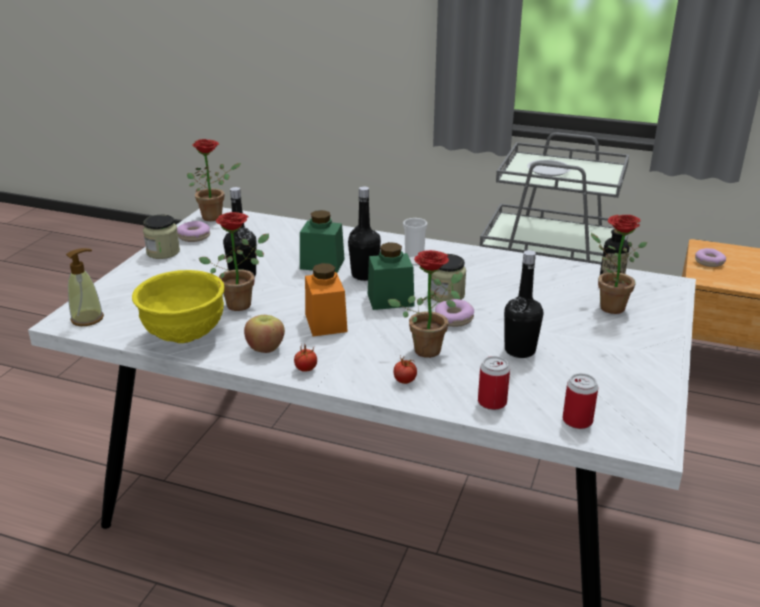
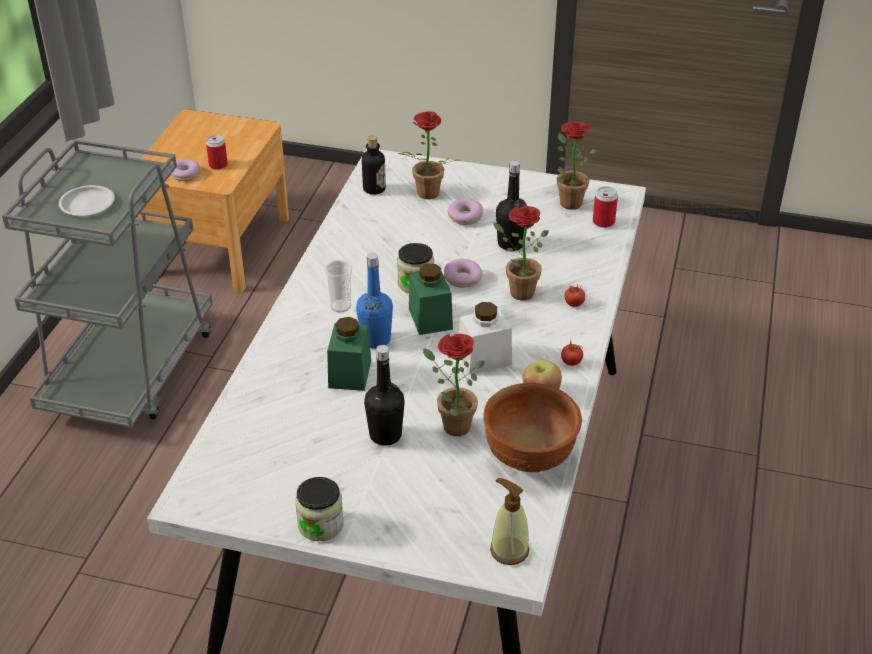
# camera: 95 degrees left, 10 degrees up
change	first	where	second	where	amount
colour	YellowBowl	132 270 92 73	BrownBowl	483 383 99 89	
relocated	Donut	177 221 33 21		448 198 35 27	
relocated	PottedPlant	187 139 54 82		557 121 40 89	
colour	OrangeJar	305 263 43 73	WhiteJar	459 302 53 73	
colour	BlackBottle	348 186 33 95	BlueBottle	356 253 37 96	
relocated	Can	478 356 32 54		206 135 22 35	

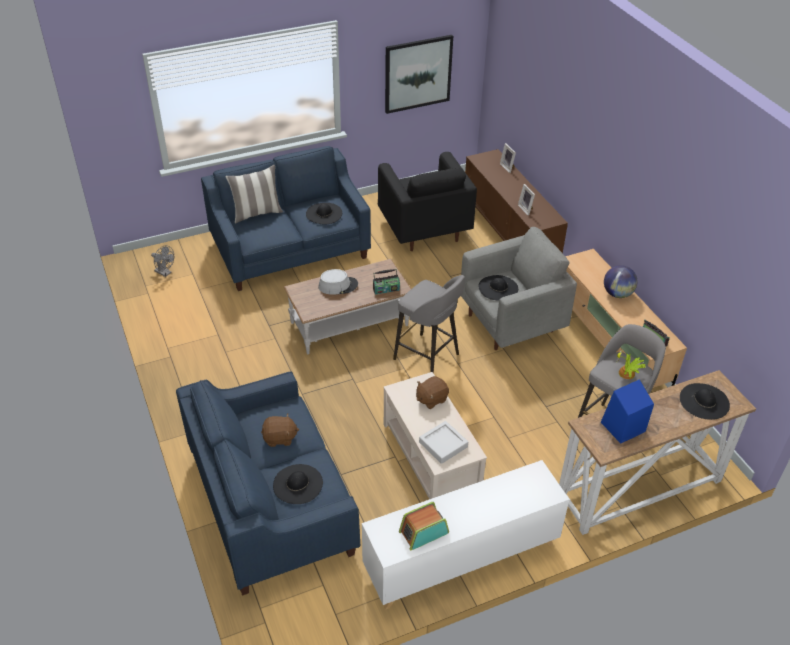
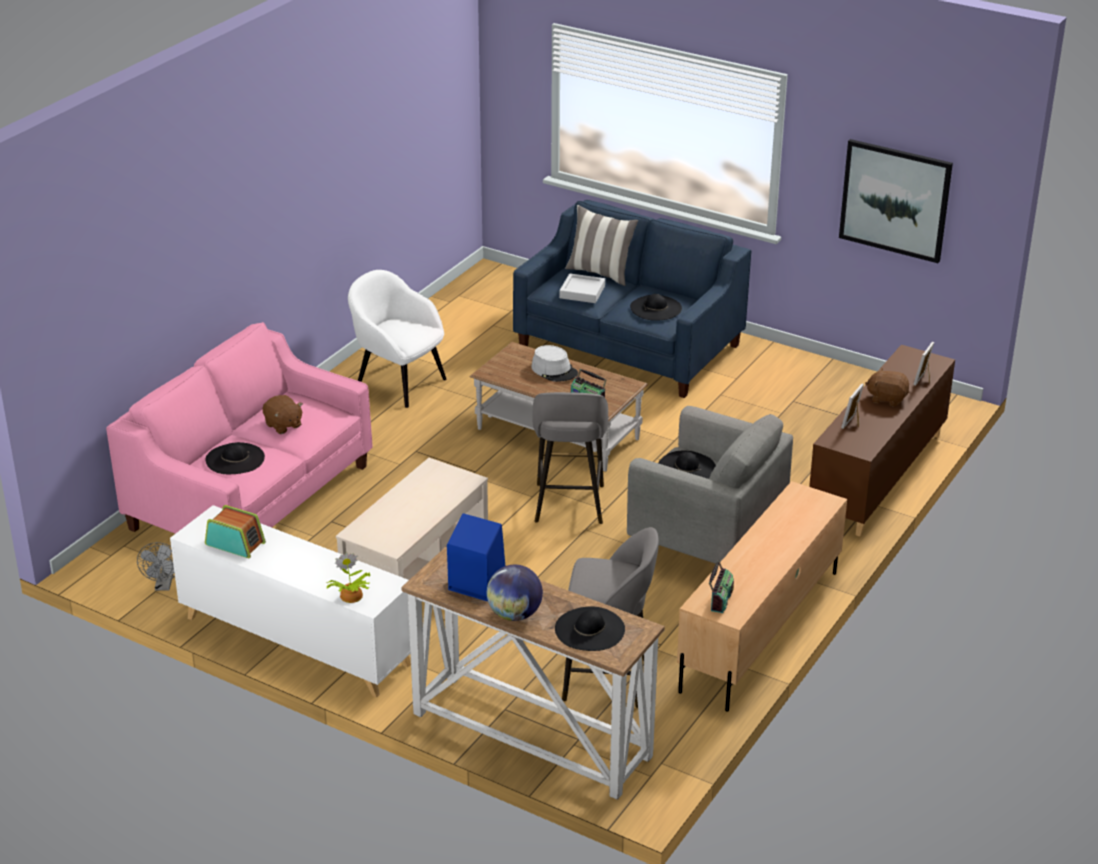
# camera: 55 degrees right, 10 degrees down
change	first	where	second	where	amount
relocated	GreyFan	151 245 23 32		137 542 38 49	
colour	BlueSofa	176 371 184 225	PinkSofa	106 322 267 212	
missing	BlackArmchair	378 152 99 99			
relocated	BrownPlushToy	416 376 33 33		865 368 44 39	
relocated	GreyTray	419 421 49 43		559 273 46 30	
relocated	Globe	604 265 34 33		487 565 56 56	
relocated	PottedPlant	617 347 29 32		326 552 44 51	
appeared			WhiteArmchair	348 270 99 138	

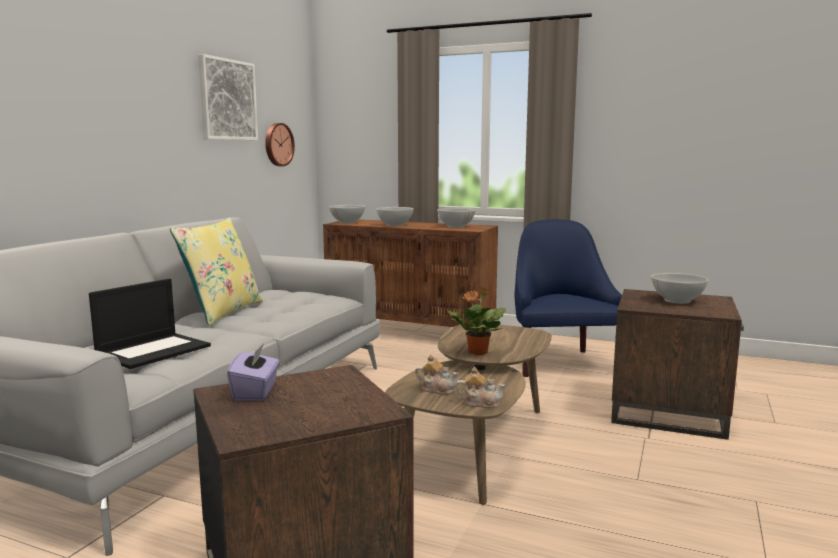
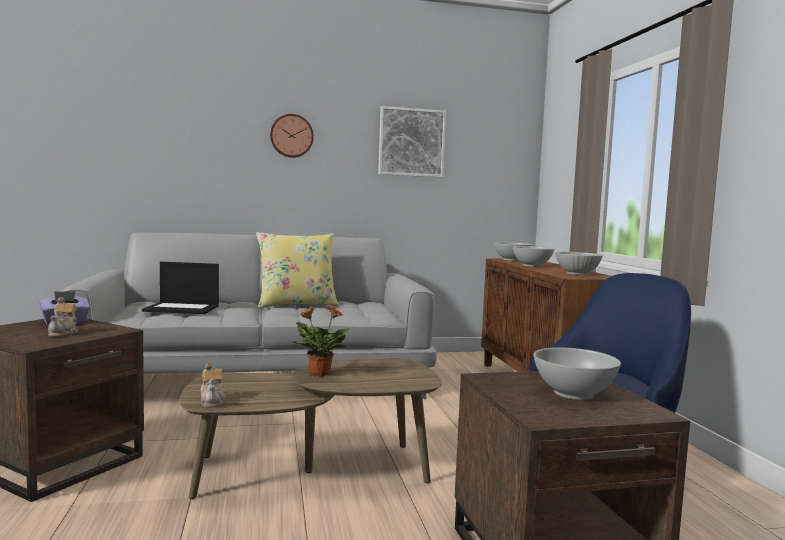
# camera: 55 degrees right, 5 degrees down
change	first	where	second	where	amount
relocated	WallClock	265 123 30 43		270 114 44 44	
relocated	Teapot	415 355 43 40		48 297 30 40	

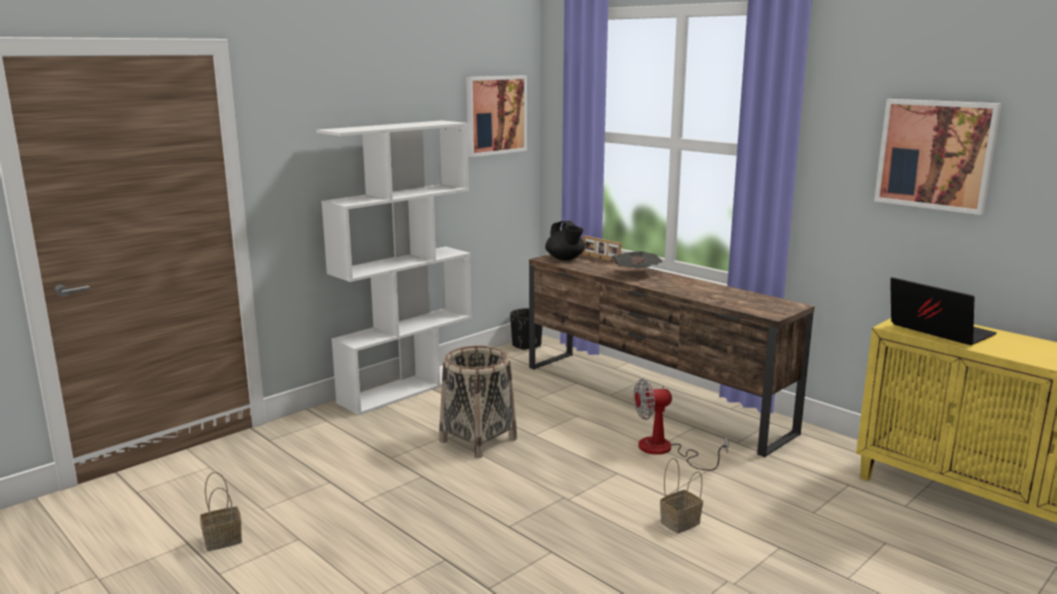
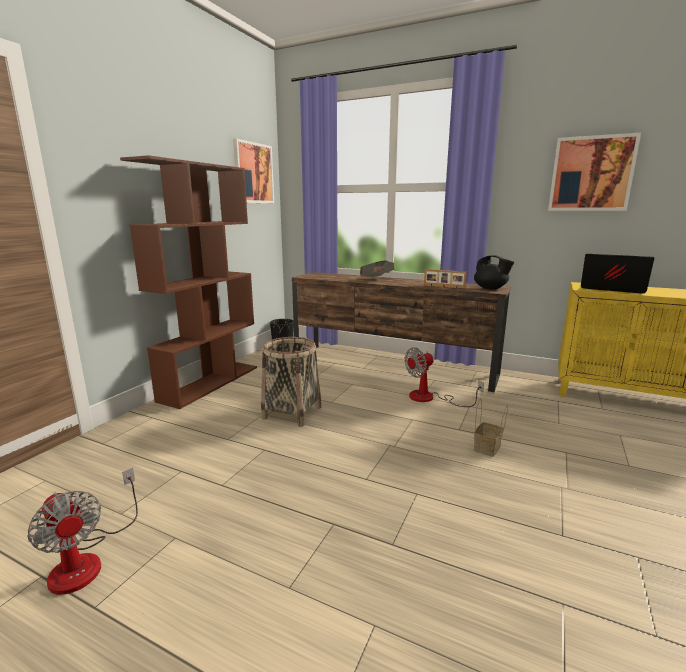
# camera: 20 degrees left, 0 degrees up
change	first	where	second	where	amount
exchanged	Basket	200 472 42 79	Fan	27 468 111 127	
colour	WhiteBookcase	316 121 156 294	BrownBookcase	120 155 137 254	
relocated	BlackTeapot	545 221 40 40		474 255 40 35	
relocated	PictureFrame	582 235 39 27		424 269 43 20	

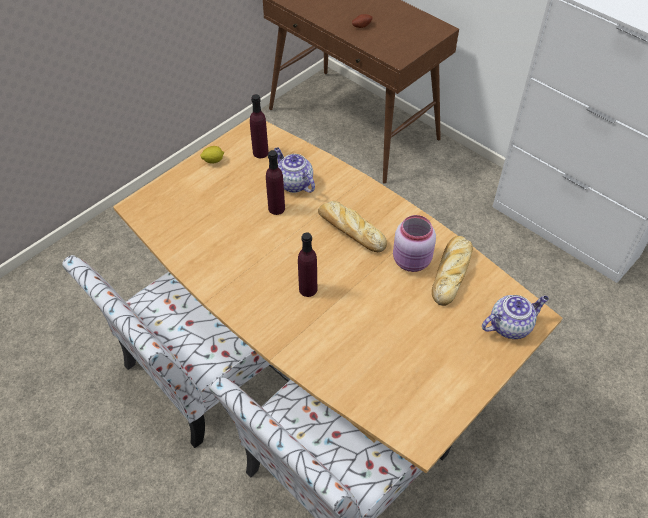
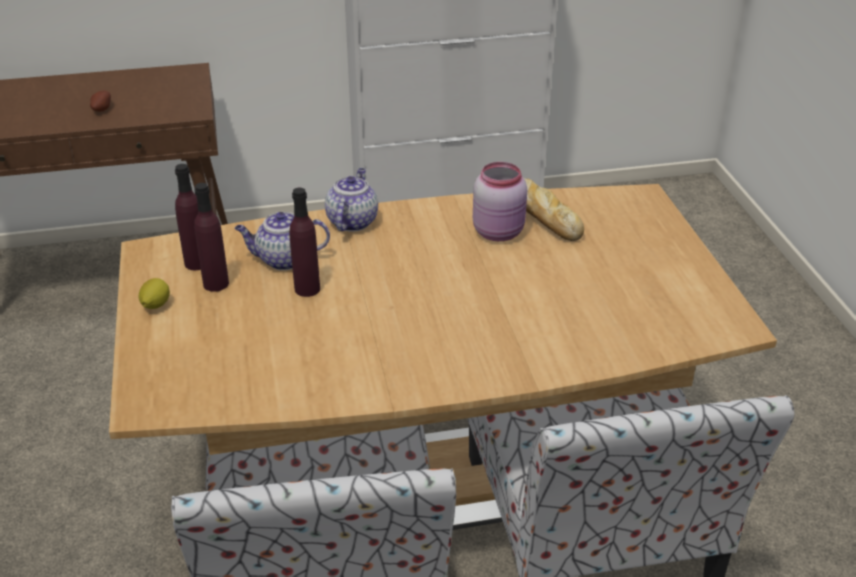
# camera: 55 degrees left, 15 degrees down
change	first	where	second	where	amount
relocated	PurpleBottle	298 232 19 65		194 183 35 109	
missing	Bread	318 201 69 51			
relocated	Teapot	482 295 67 44		325 168 53 64	

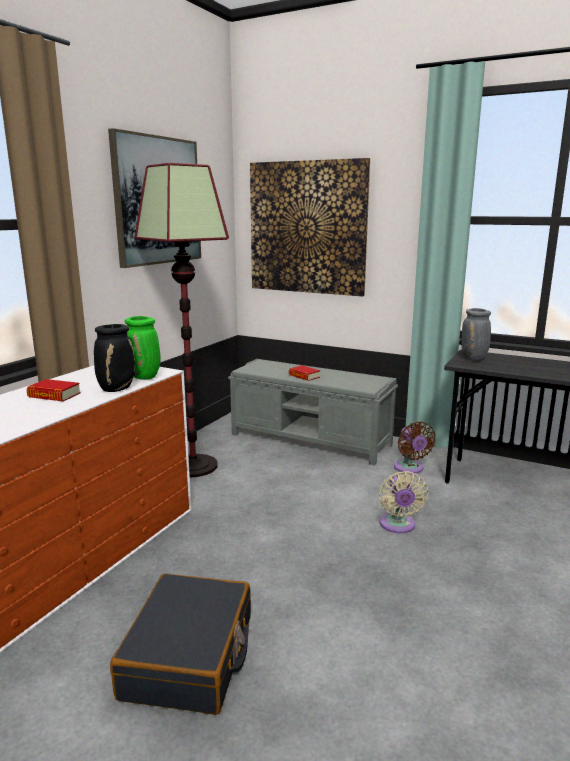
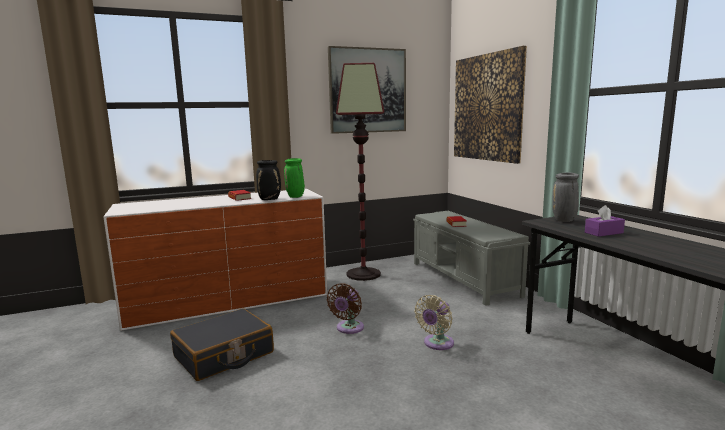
# camera: 40 degrees right, 5 degrees down
change	first	where	second	where	amount
relocated	BrownFan	394 422 42 52		327 283 37 51	
appeared			PurpleTissueBox	585 205 40 32	

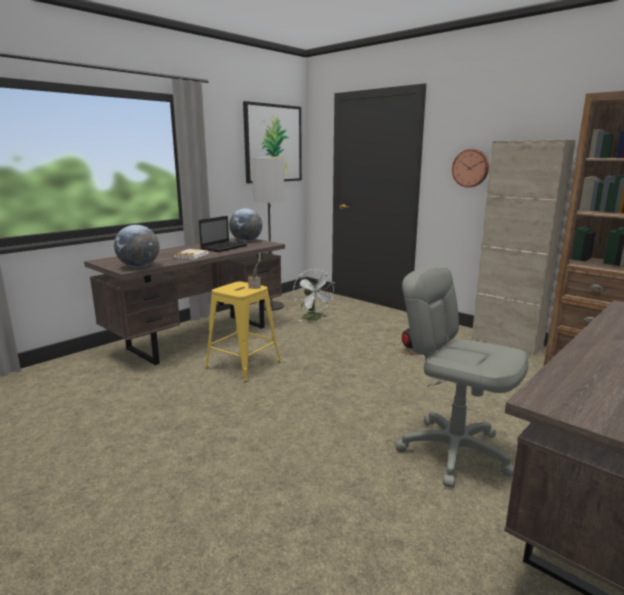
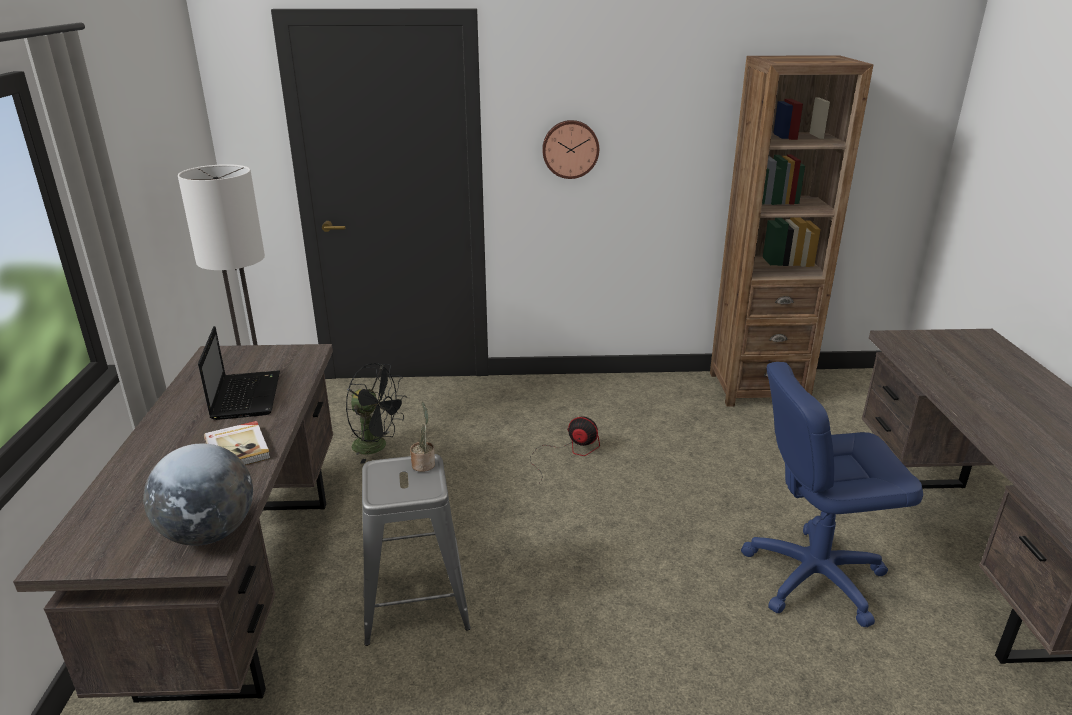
# camera: 45 degrees left, 10 degrees up
change	first	where	second	where	amount
colour	YellowStool	205 281 76 101	GreyStool	362 454 109 192	
missing	Globe	229 208 33 34			
missing	Picture	243 101 59 82			
colour	WhiteFan	293 269 42 52	BlackFan	346 363 61 101	
colour	GreyOfficeChair	395 266 134 222	BlueOfficeChair	741 362 182 265	
missing	BeigeCabinet	472 139 104 217			

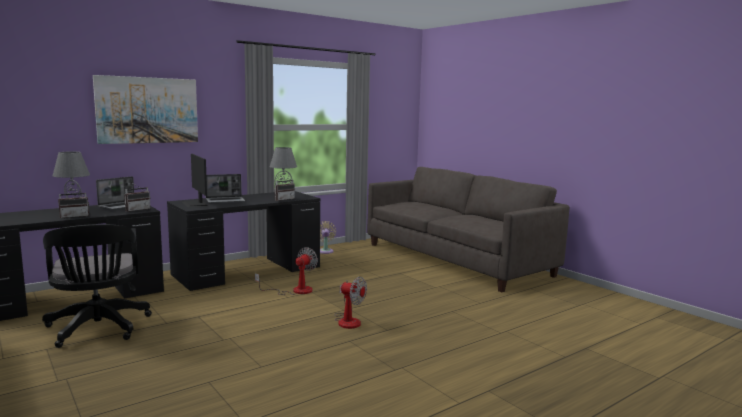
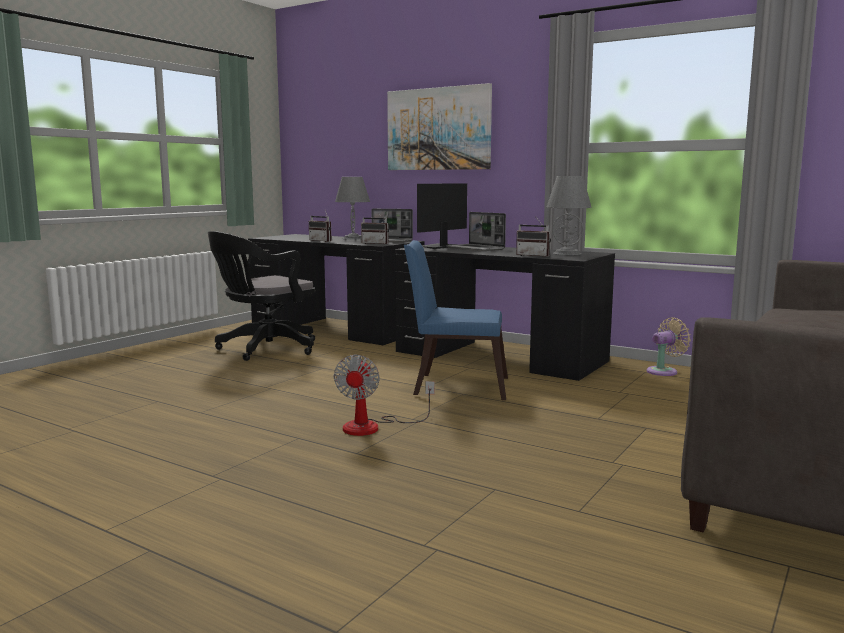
# camera: 70 degrees right, 0 degrees up
change	first	where	second	where	amount
exchanged	Fan	255 247 63 48	BlueChair	404 240 104 160	

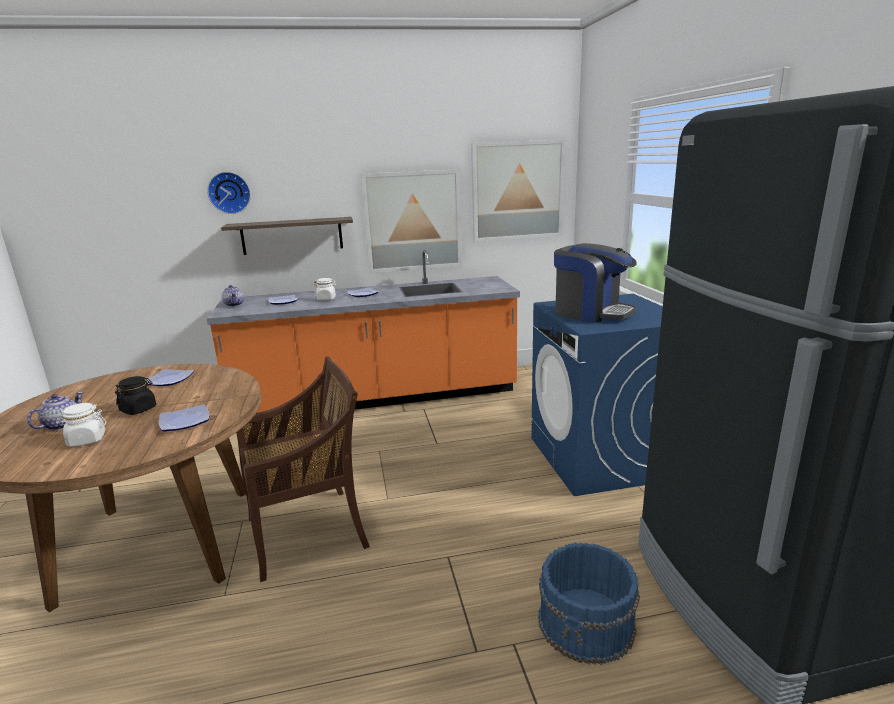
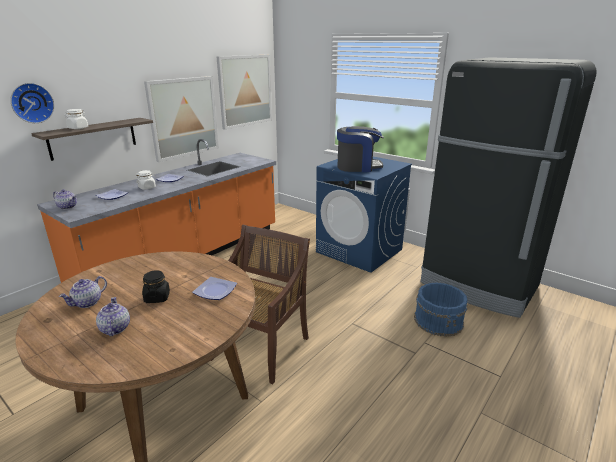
# camera: 40 degrees left, 5 degrees up
change	first	where	second	where	amount
relocated	WhiteJar	56 403 50 44		64 109 24 20	
missing	Plate	145 369 50 17			
appeared			Teapot	59 276 48 32	

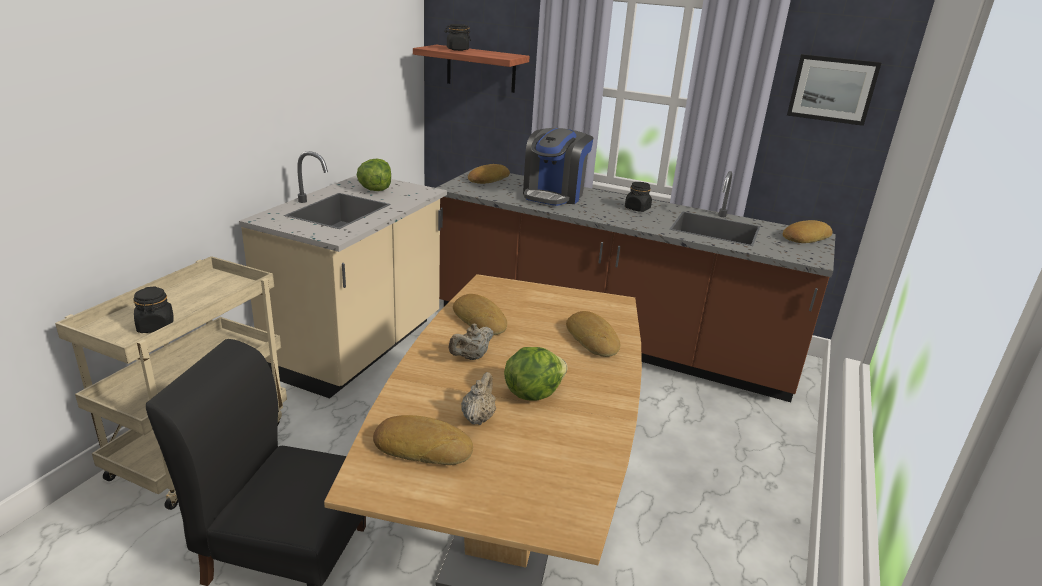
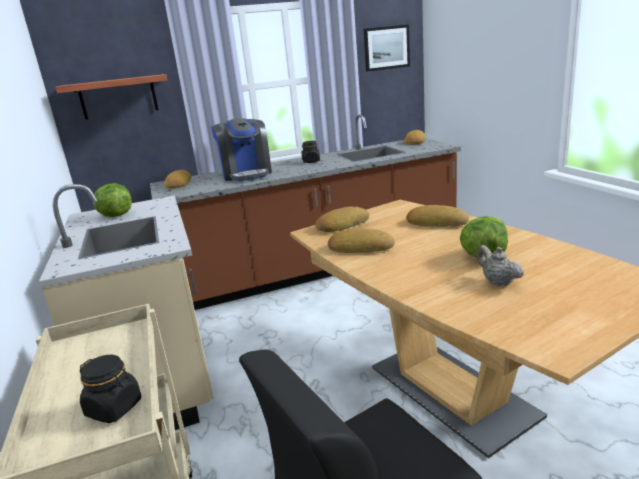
# camera: 40 degrees left, 5 degrees down
change	first	where	second	where	amount
relocated	Bread	373 415 100 50		315 207 55 25	
missing	BlackJar	444 24 27 27			
missing	BeigeTeapot	448 324 45 36			

